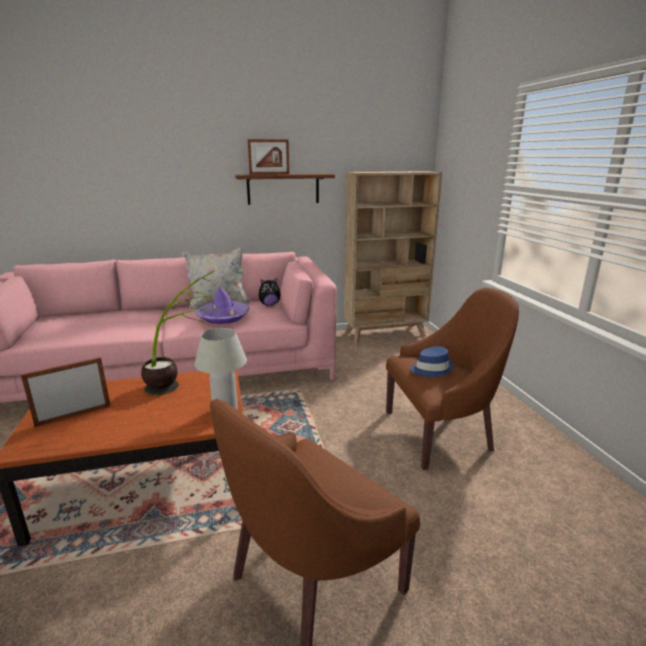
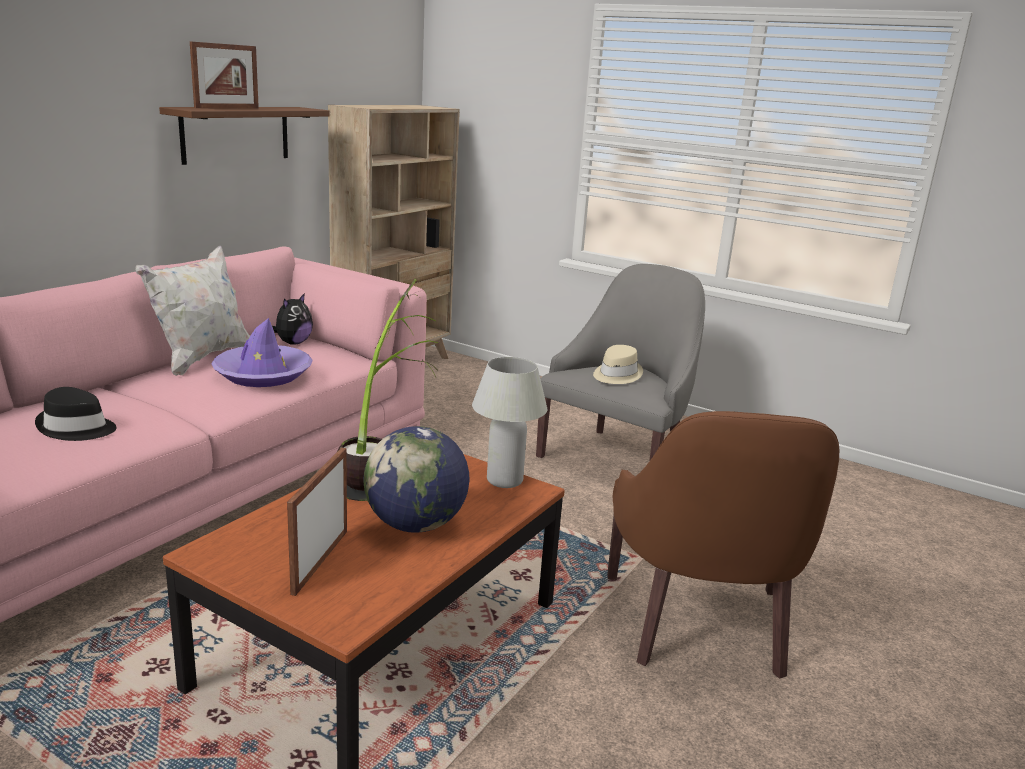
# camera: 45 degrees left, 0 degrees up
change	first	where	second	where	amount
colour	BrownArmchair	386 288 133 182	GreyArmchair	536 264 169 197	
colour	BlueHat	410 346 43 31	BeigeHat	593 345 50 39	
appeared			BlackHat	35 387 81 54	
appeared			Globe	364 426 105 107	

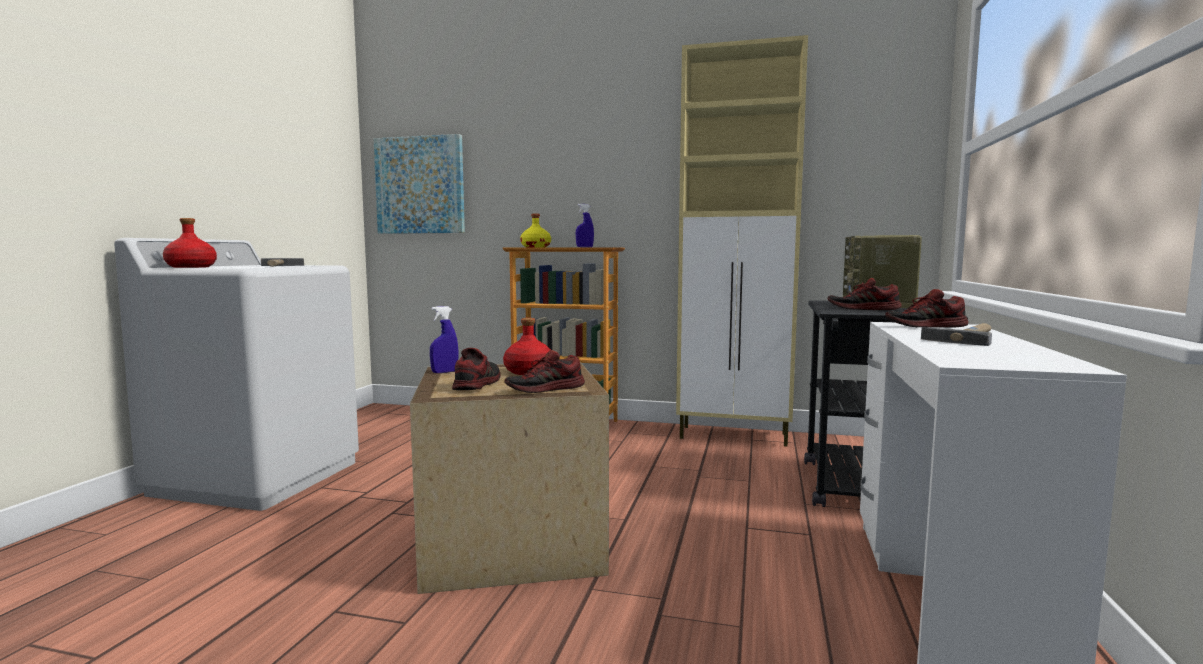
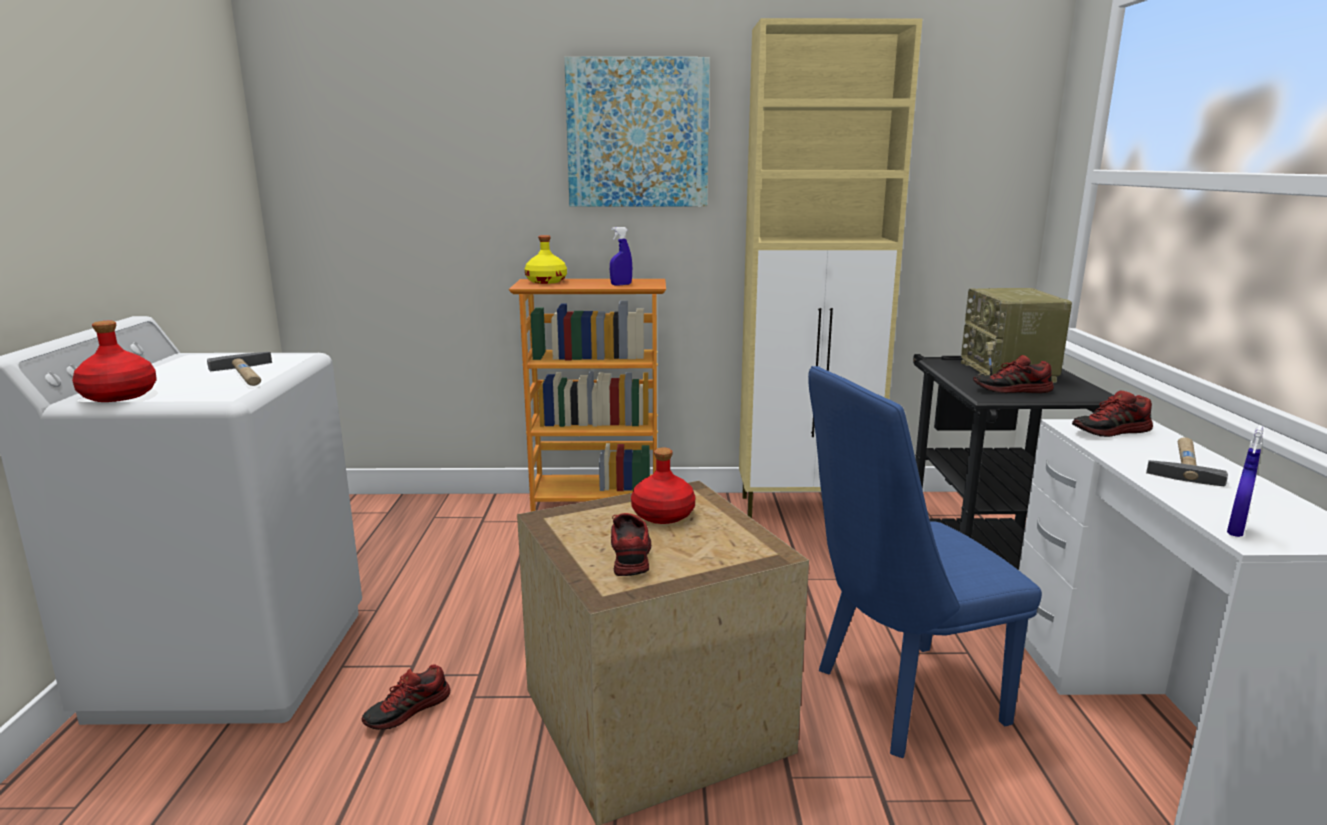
# camera: 15 degrees left, 10 degrees up
change	first	where	second	where	amount
relocated	Picture	373 134 92 100		564 57 146 149	
relocated	BlueSprayBottle	430 306 28 67		1227 425 37 112	
relocated	Shoe	504 350 81 43		362 664 88 66	
appeared			BlueChair	808 366 234 392	

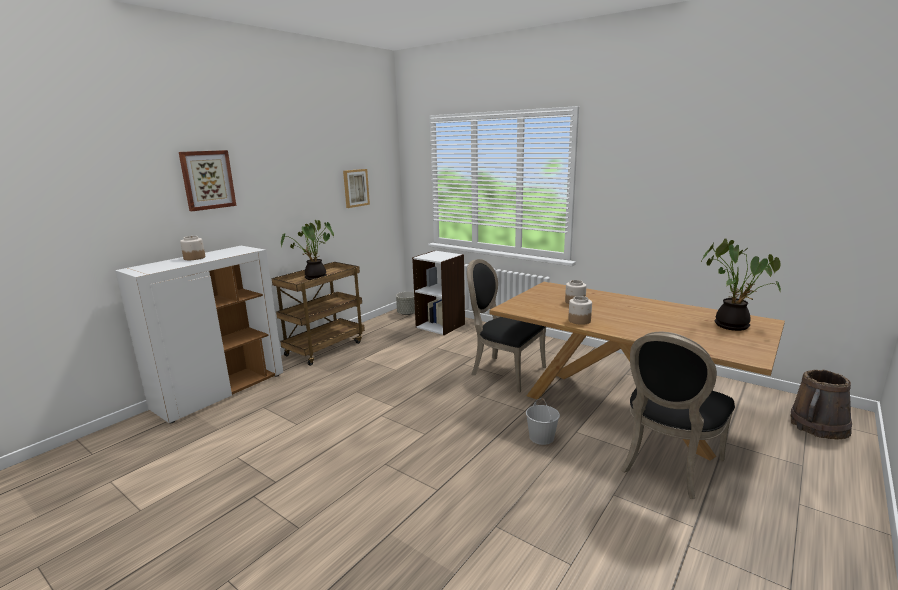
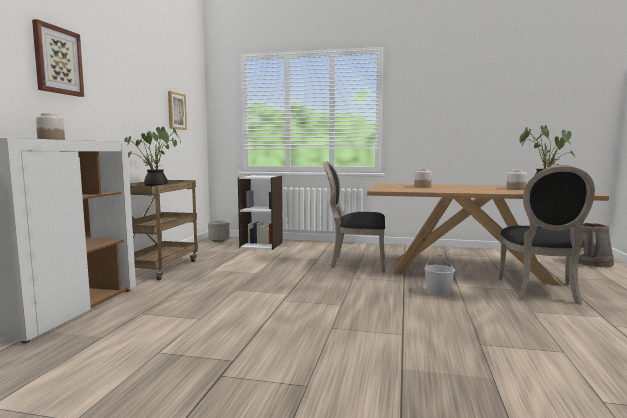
# camera: 25 degrees left, 10 degrees down
change	first	where	second	where	amount
relocated	Jar	568 296 24 29		506 170 21 20	

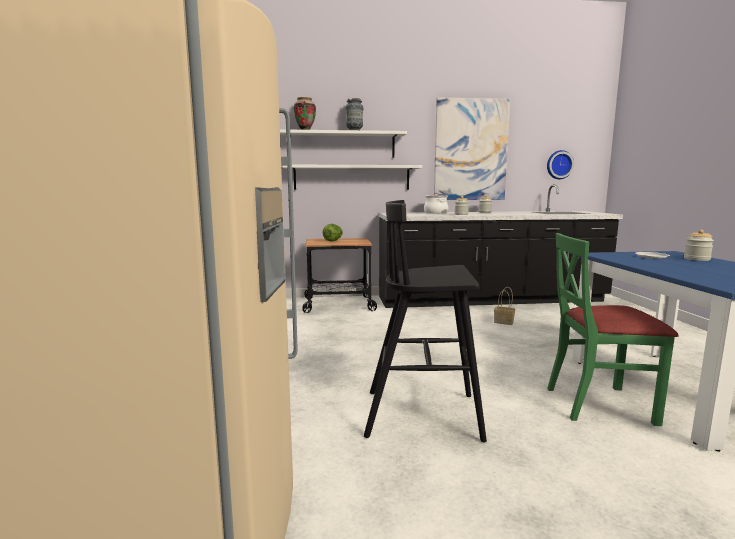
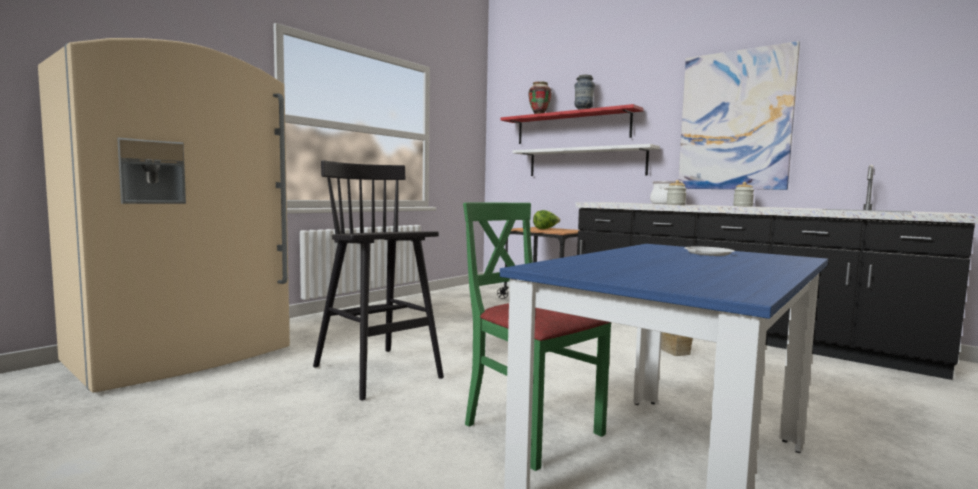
# camera: 45 degrees right, 5 degrees down
change	first	where	second	where	amount
colour	WhiteShelf	280 129 127 29	RedShelf	500 104 144 40	
missing	WallClock	547 150 27 29			
missing	Jar	684 230 30 31			

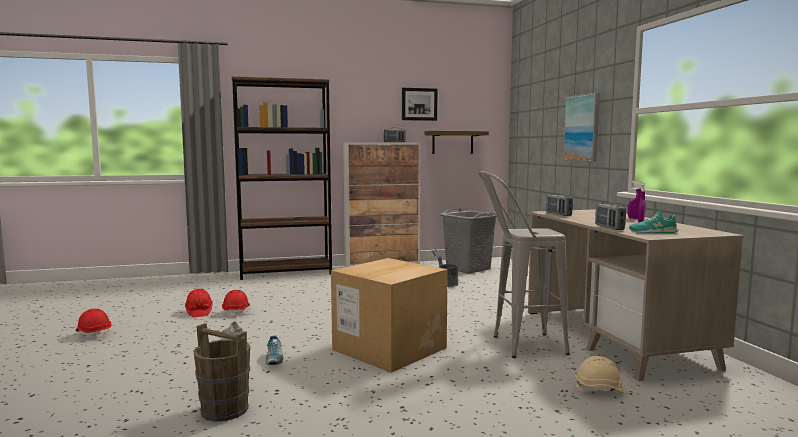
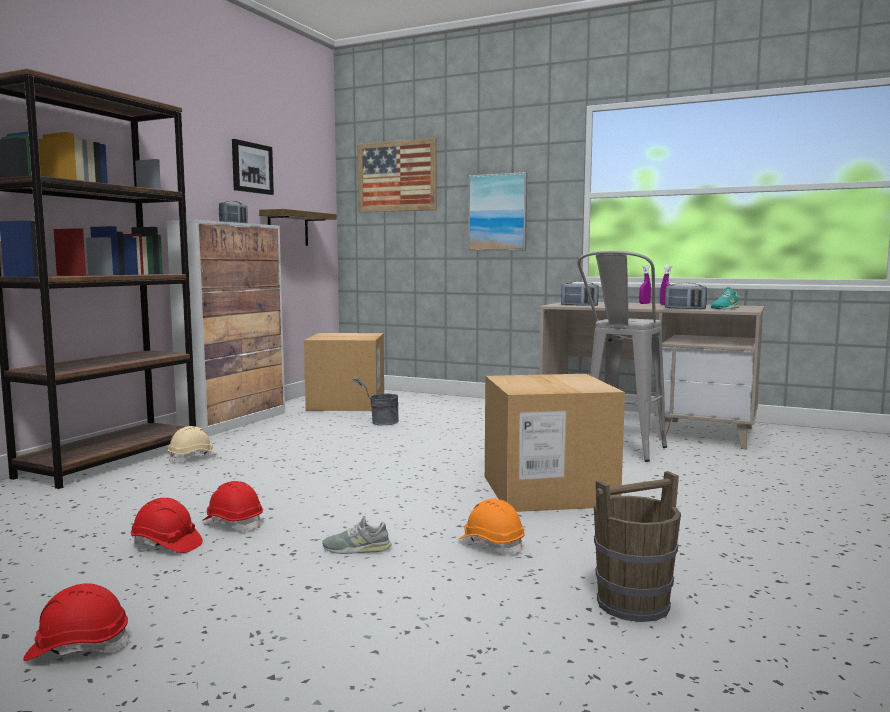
# camera: 50 degrees left, 0 degrees up
change	first	where	second	where	amount
exchanged	Shoe	266 335 17 30	OrangeHardHat	459 499 66 56	
exchanged	GreyLaundryBasket	439 208 58 66	CardboardBox	304 333 80 78	
relocated	BeigeHardHat	575 356 53 38		168 426 49 38	
appeared			Picture	357 138 80 75	

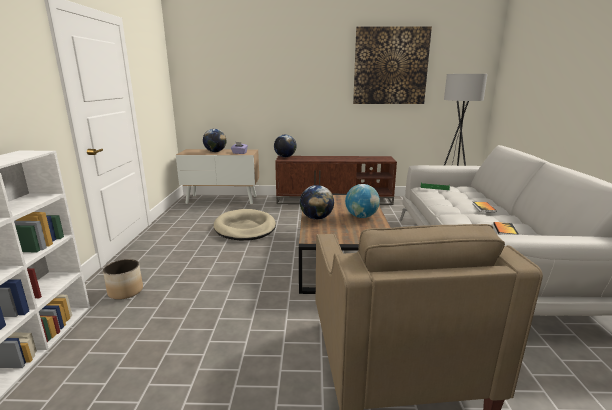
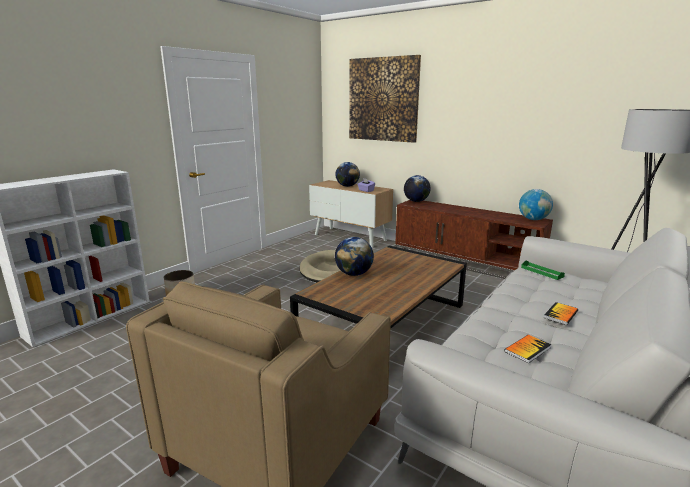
# camera: 35 degrees right, 0 degrees up
change	first	where	second	where	amount
relocated	Globe	345 184 35 34		519 189 34 31	
relocated	Picture	353 26 79 78		349 55 72 88	

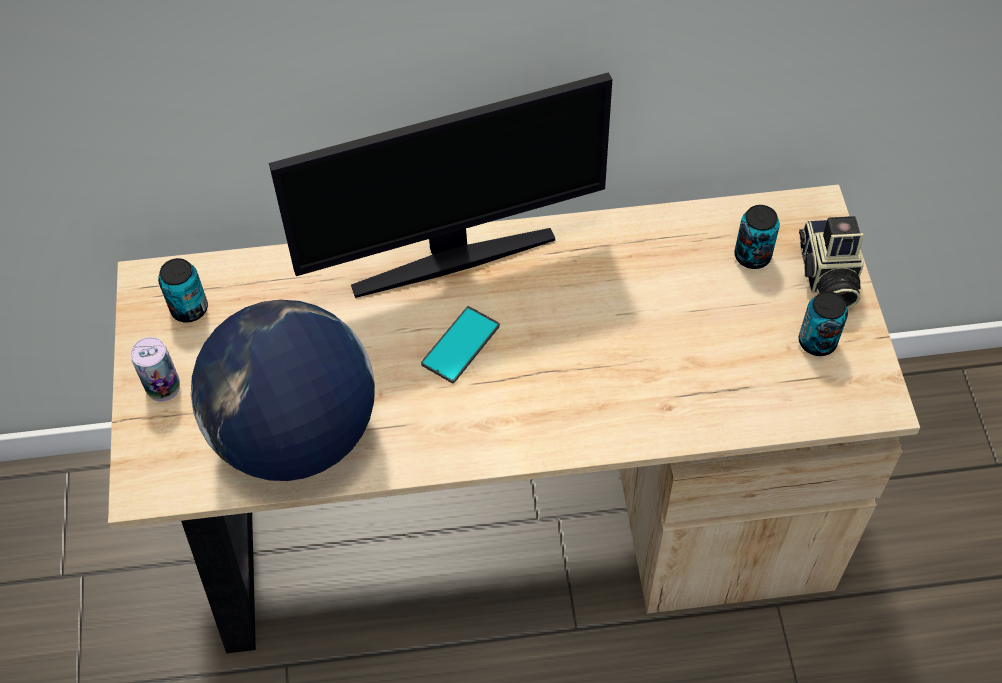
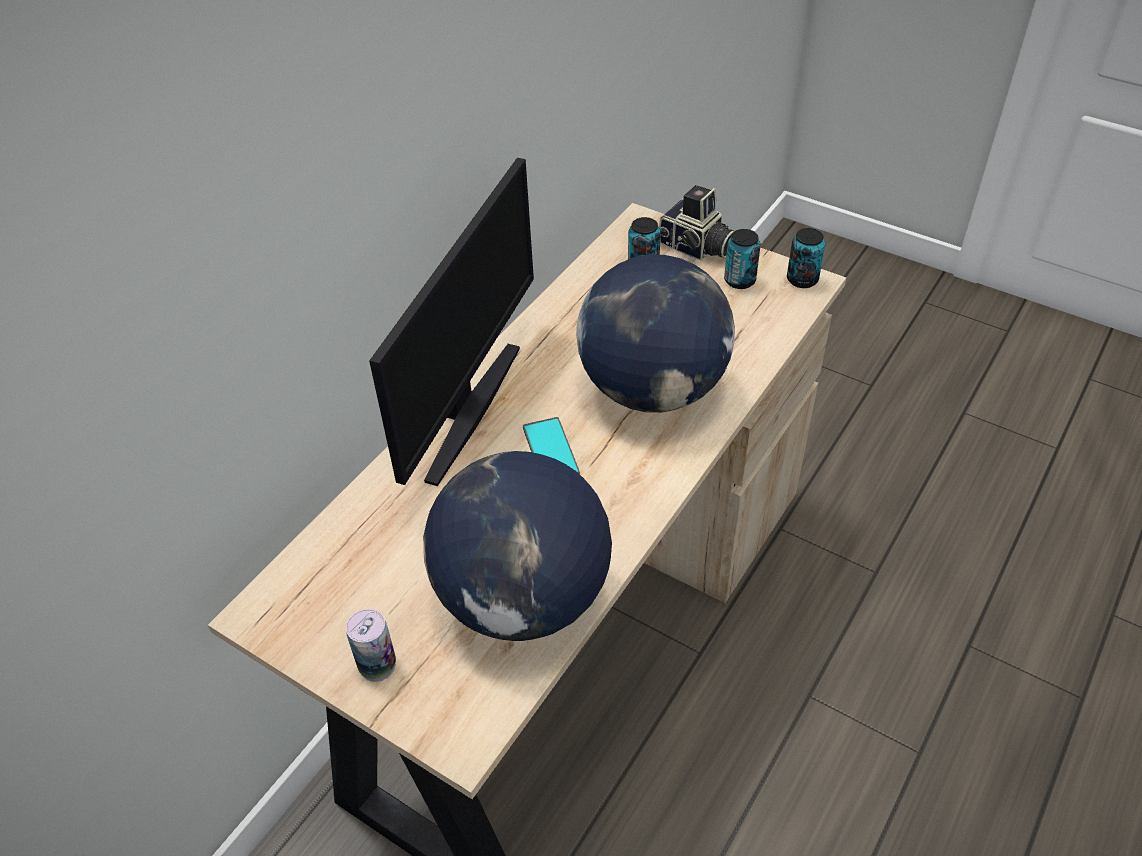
# camera: 50 degrees left, 10 degrees down
change	first	where	second	where	amount
relocated	Can	158 258 50 65		787 228 38 60	
appeared			Globe	576 255 159 158	

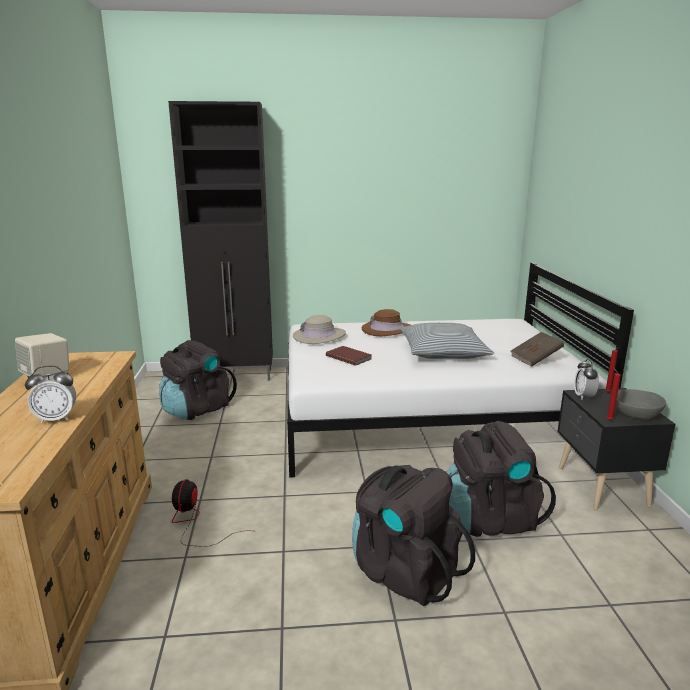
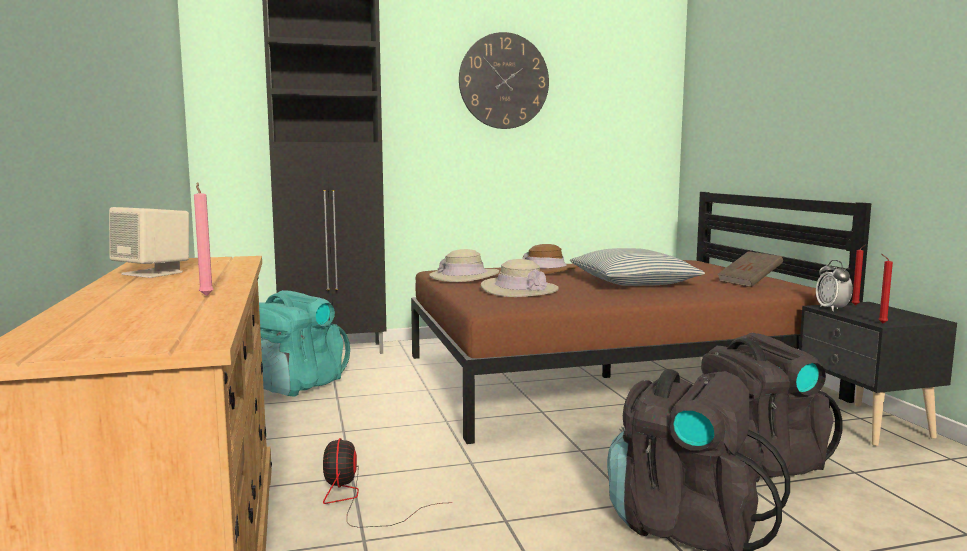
# camera: 10 degrees left, 10 degrees down
change	first	where	second	where	amount
exchanged	AlarmClock	25 366 51 58	PinkCandle	194 182 20 114	
colour	BlackBackpack	159 340 78 80	TurquoiseBackpack	259 290 91 107	
colour	WhiteBed	287 263 347 215	BrownBed	411 192 460 252	
exchanged	BrownBook	326 346 45 20	BeigeHat	481 259 78 38	
missing	GreyBowl	616 389 50 30			
appeared			WallClock	459 32 90 97	

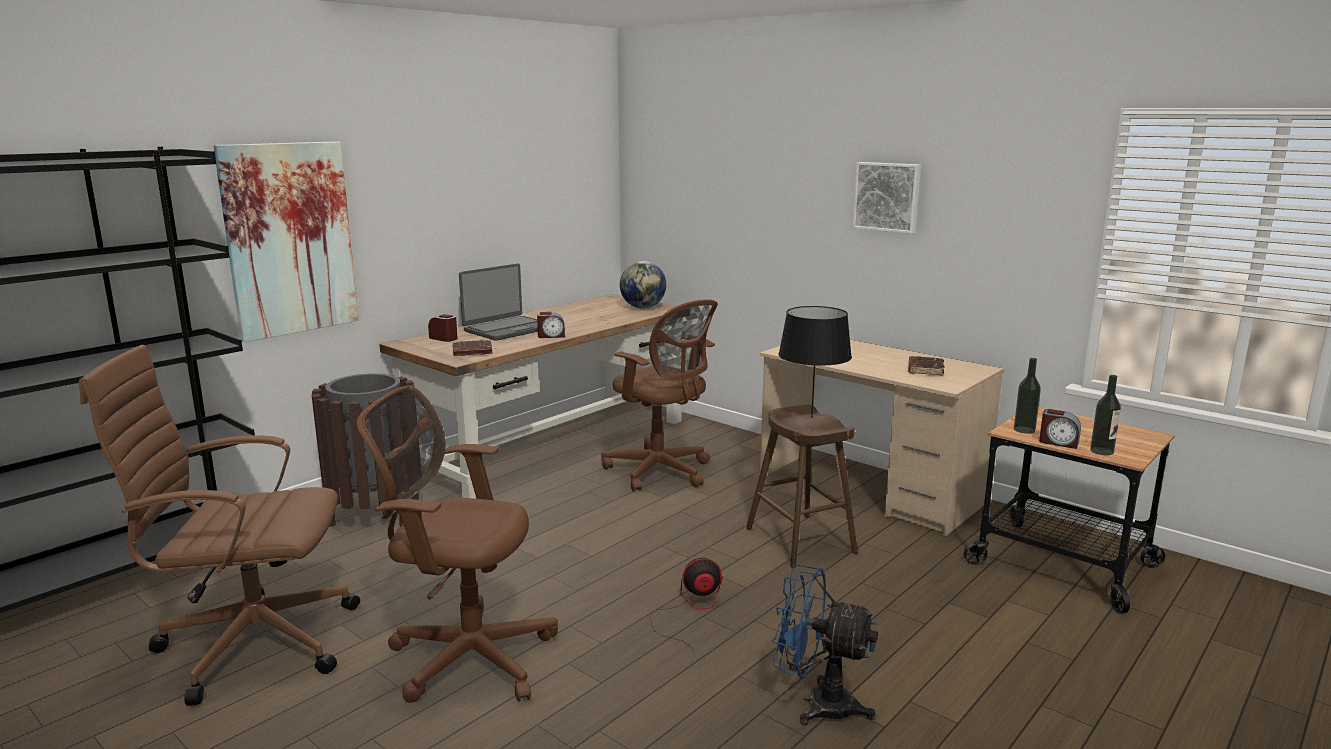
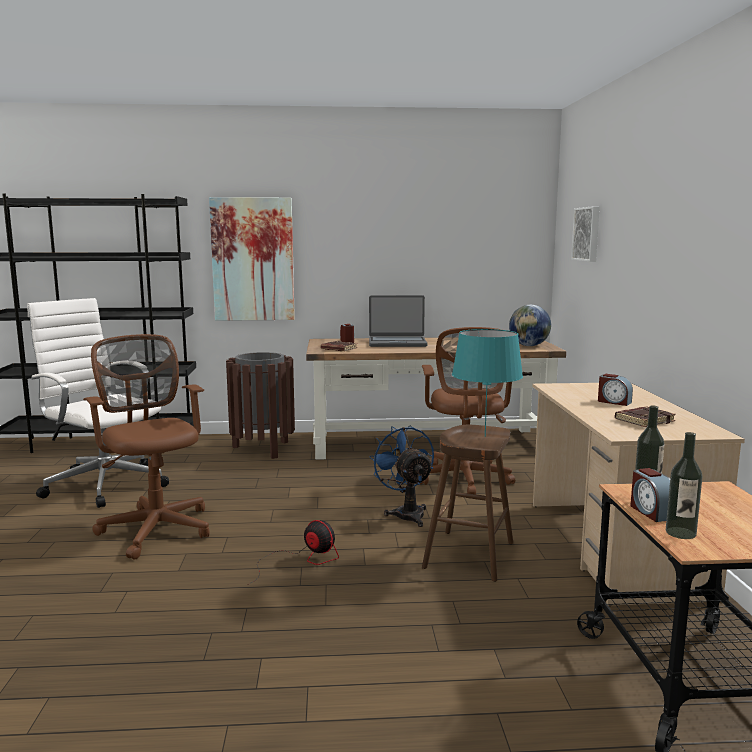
# camera: 45 degrees right, 5 degrees down
change	first	where	second	where	amount
colour	BrownOfficeChair	79 345 281 361	WhiteOfficeChair	27 298 142 210	
relocated	AlarmClock	537 312 28 26		598 374 35 32	
relocated	BlueFan	772 564 106 161		369 425 65 102	
colour	BlackTableLamp	778 306 74 112	TurquoiseTableLamp	452 329 71 108	
relocated	Picture	853 162 68 72		571 206 29 56	

